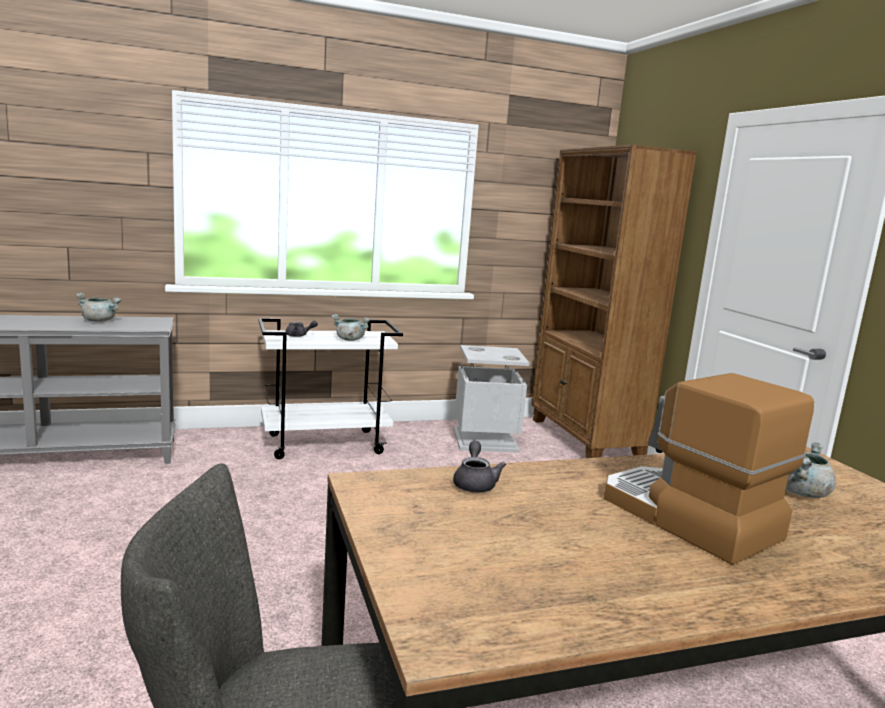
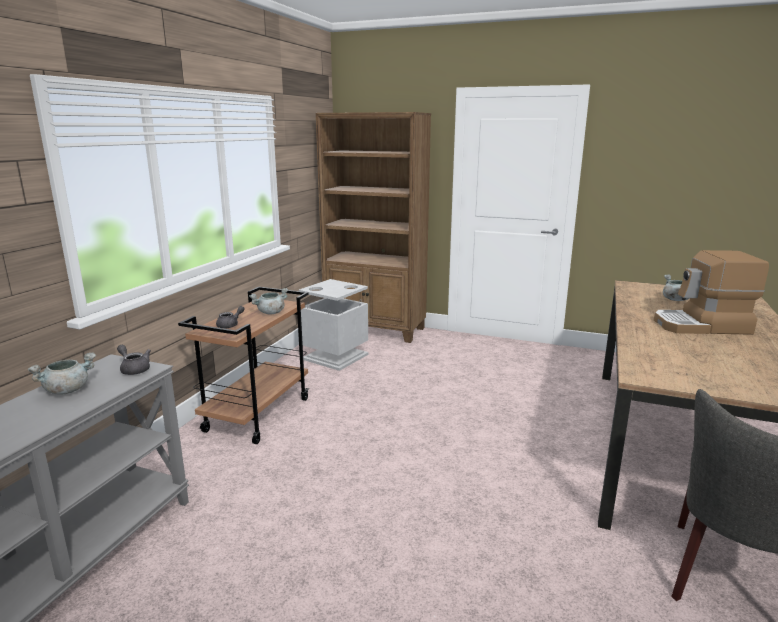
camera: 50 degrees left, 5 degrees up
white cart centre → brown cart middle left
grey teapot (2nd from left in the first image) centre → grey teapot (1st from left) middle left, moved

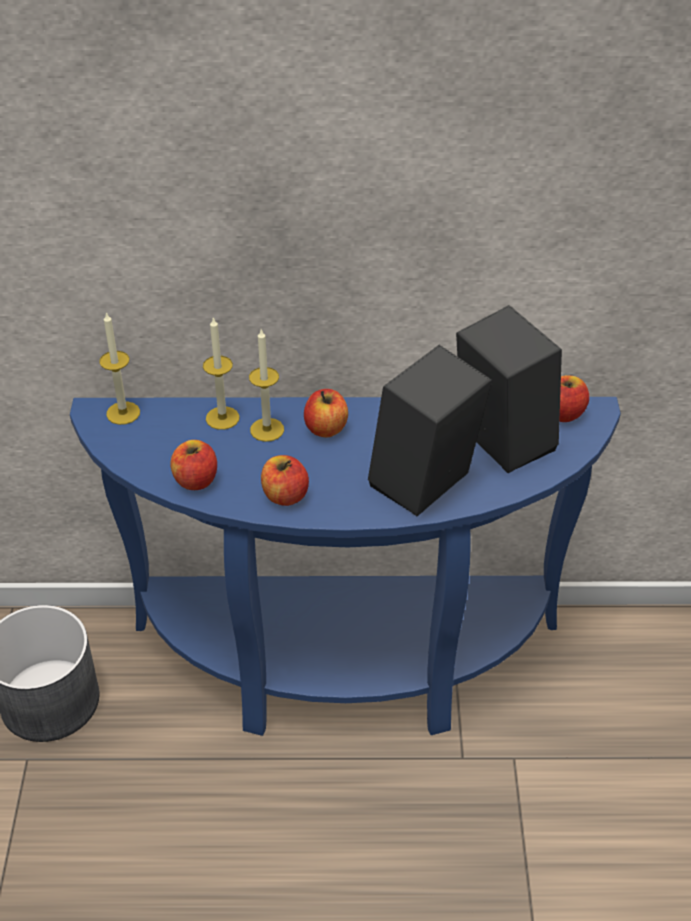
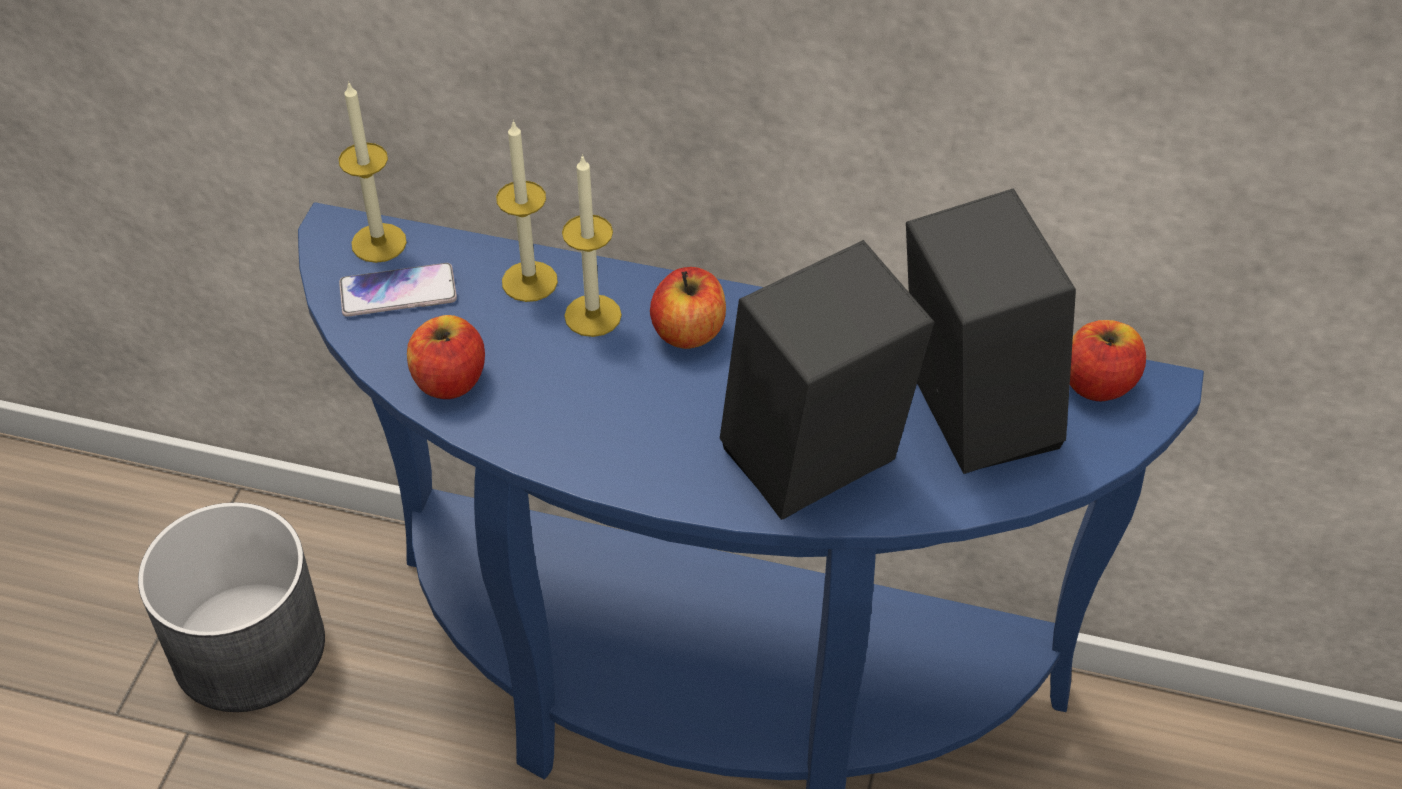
camera: 15 degrees right, 5 degrees up
apple (2nd from left) centre → -
- → phone middle left

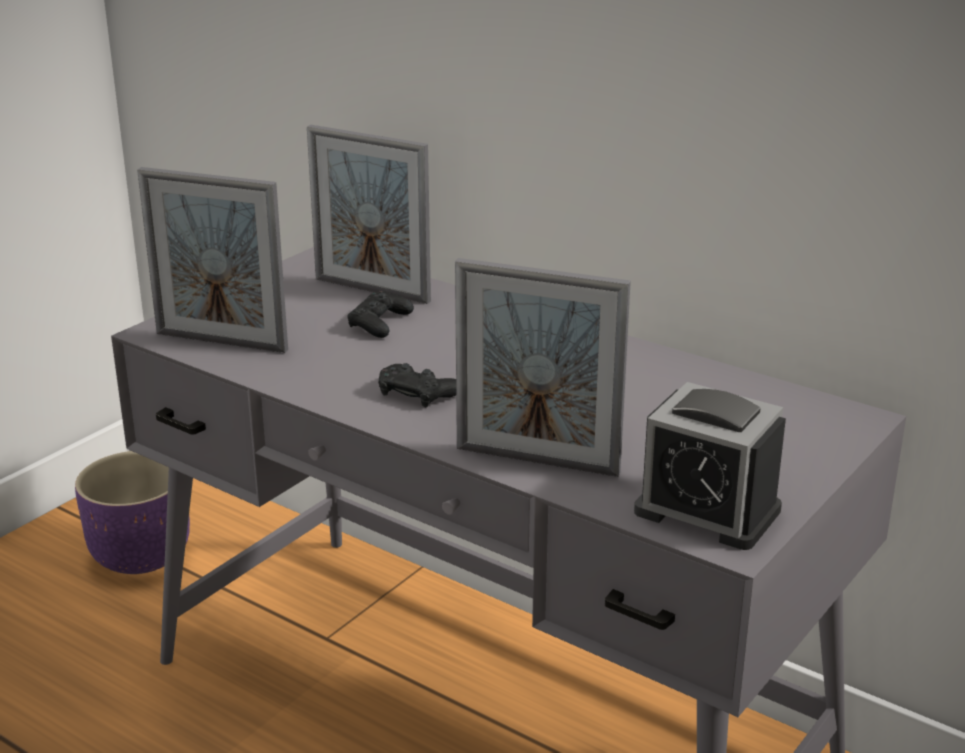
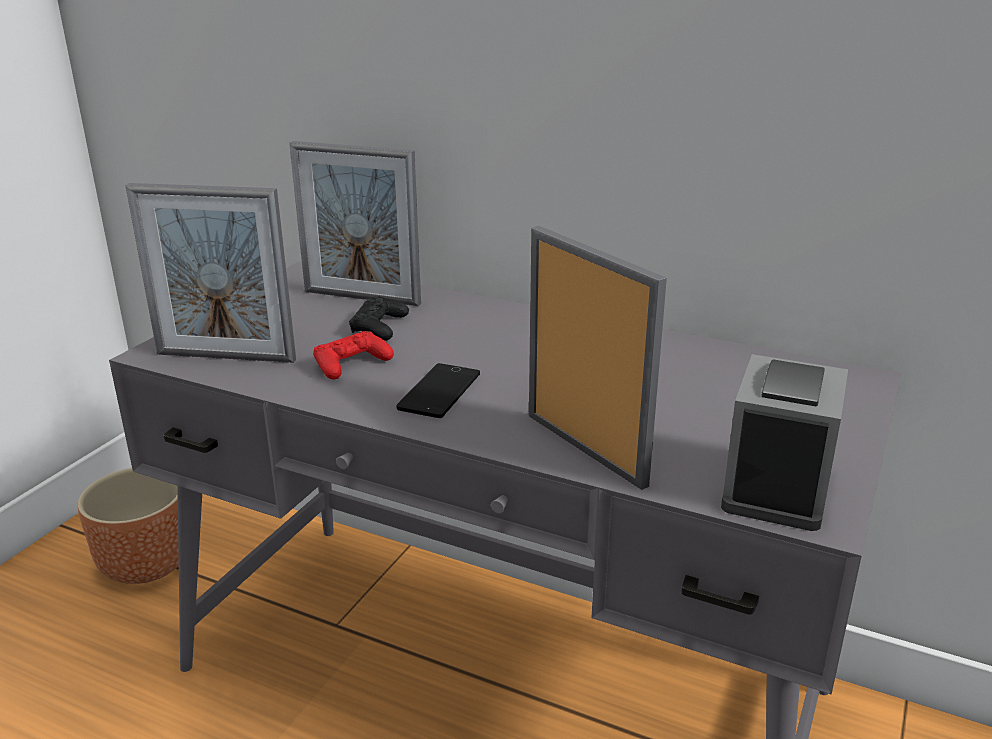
camera: 10 degrees left, 0 degrees up
purple planter bottom left → brown planter bottom left
black game controller (2nd from left) centre → phone centre
picture frame (3rd from left) centre, 135 degrees counterclockwise
alarm clock middle right, 90 degrees clockwise
- → red game controller centre

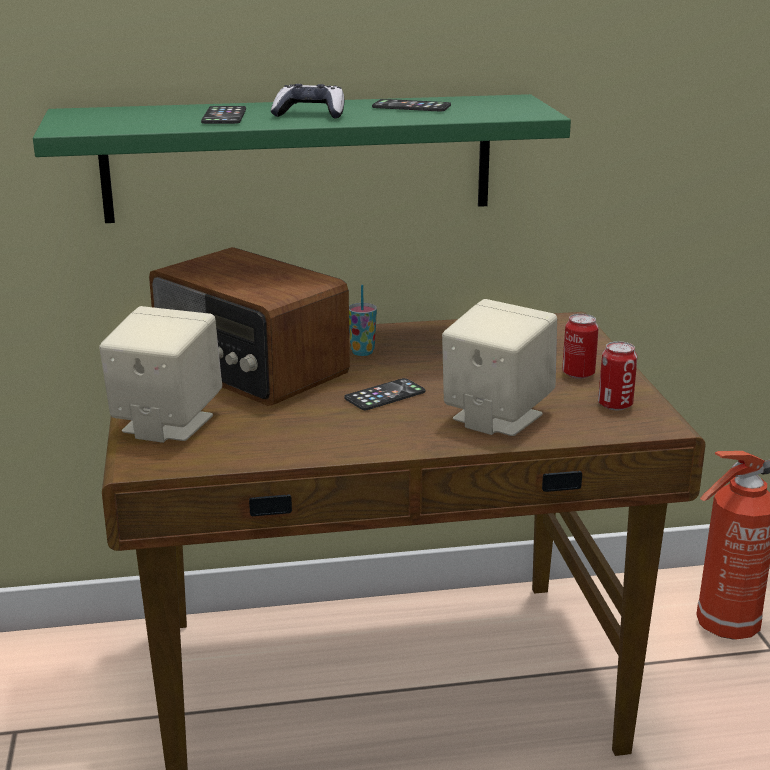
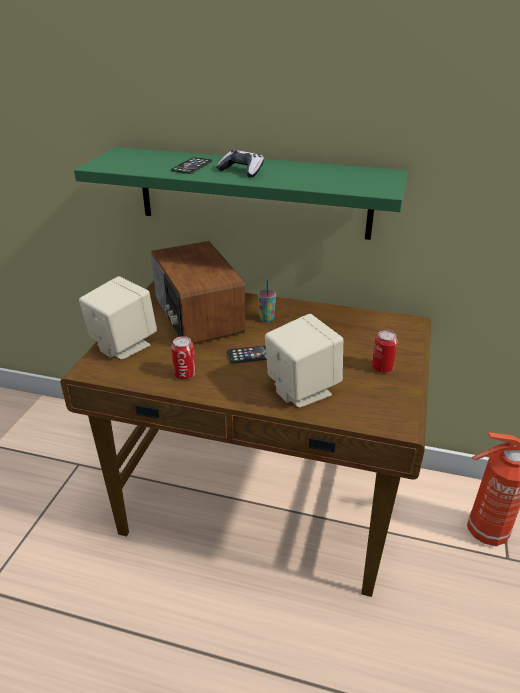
camera: 25 degrees right, 10 degrees up
phone (3rd from left) top centre → -
can (2nd from left in the first image) middle right → can (1st from left) centre, moved

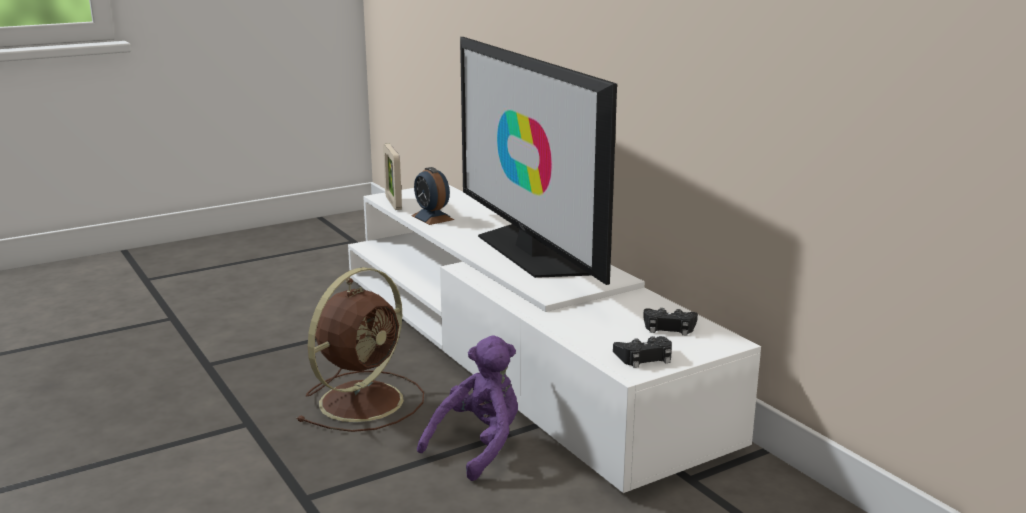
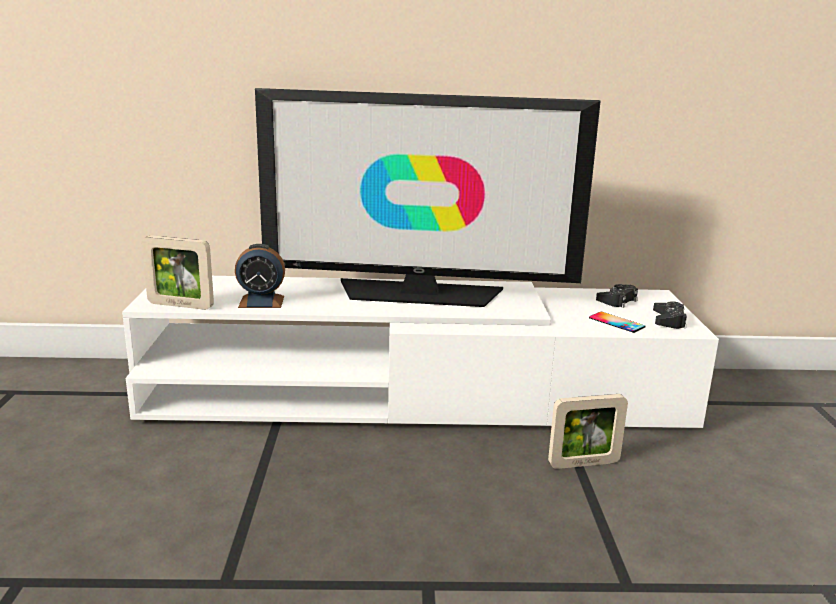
camera: 60 degrees left, 0 degrees up
brown fan bottom centre → -
purple plush toy bottom centre → picture frame (2nd from left) bottom right
- → phone middle right

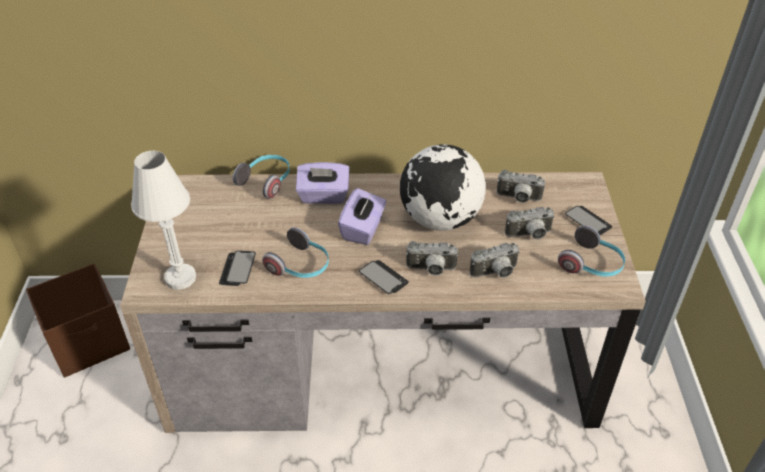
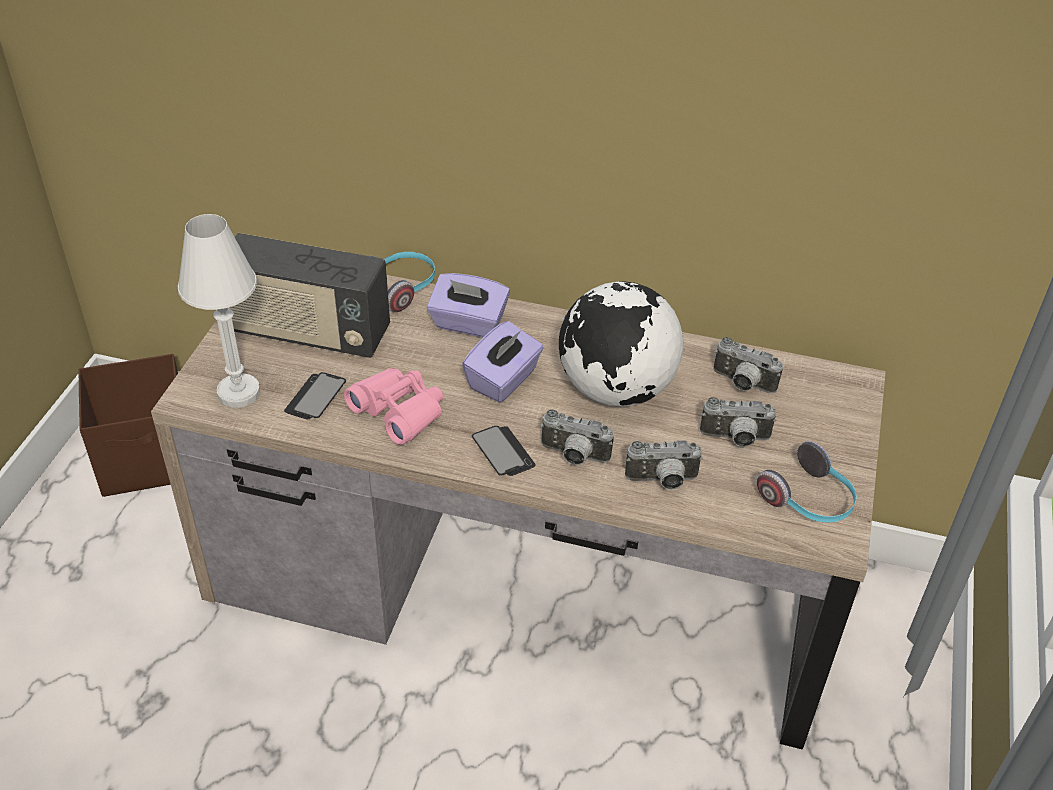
camera: 15 degrees right, 0 degrees up
headphones (2nd from left) centre → pink binoculars centre
phone (3rd from left) middle right → -
- → radio middle left

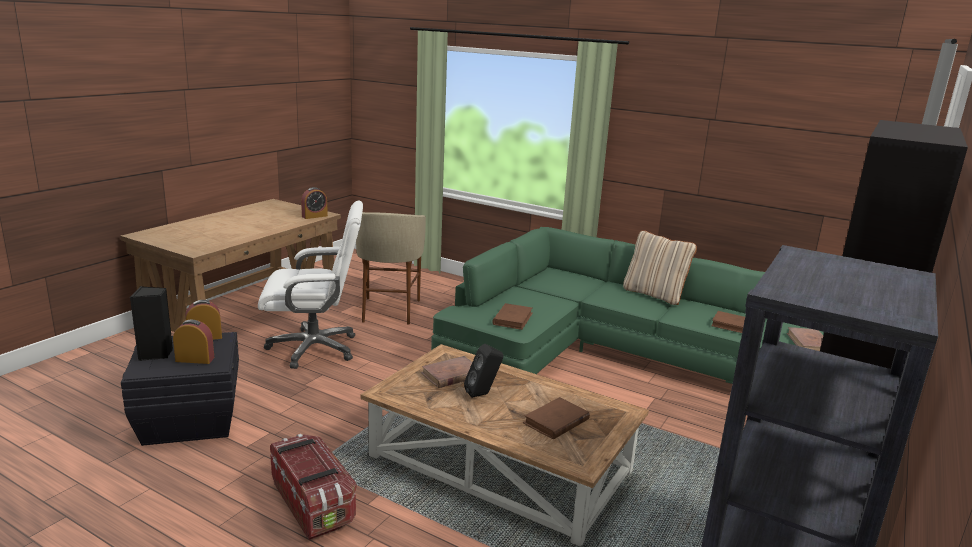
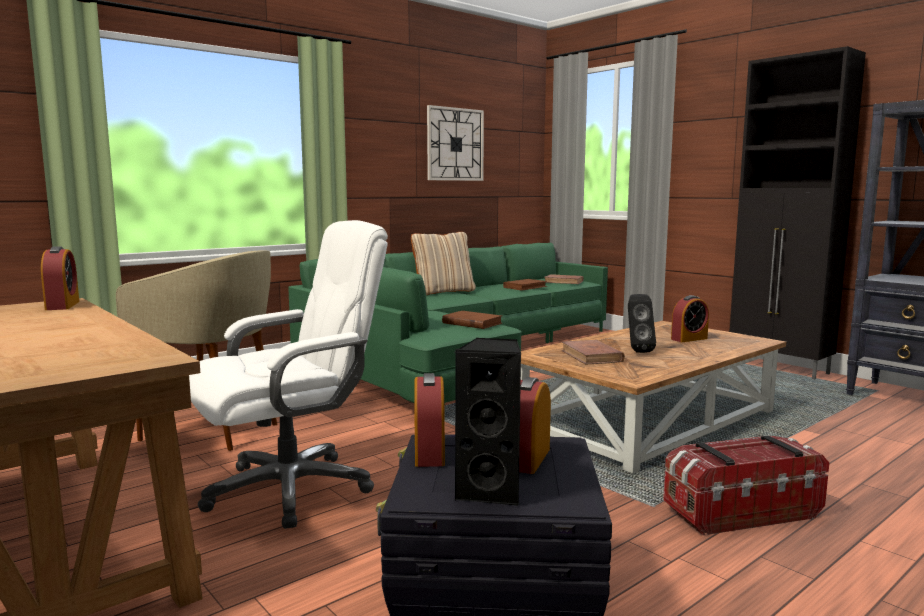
camera: 70 degrees left, 10 degrees down
white office chair middle left, 45 degrees clockwise
brown book (3rd from left) bottom centre → alarm clock (4th from left) middle right
- → wall clock top centre

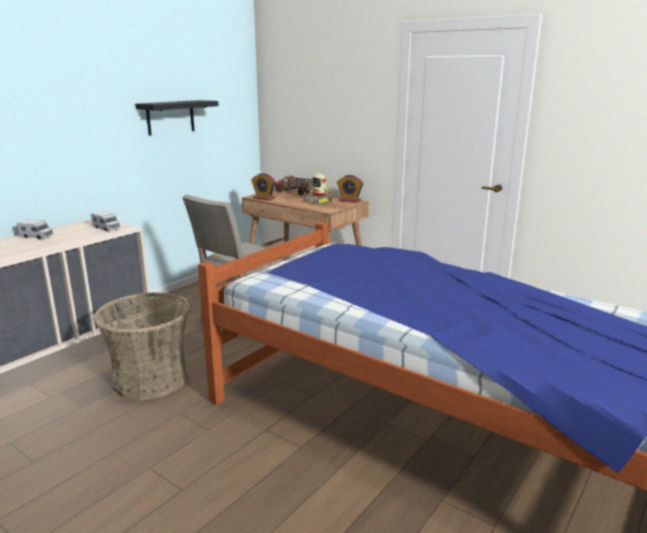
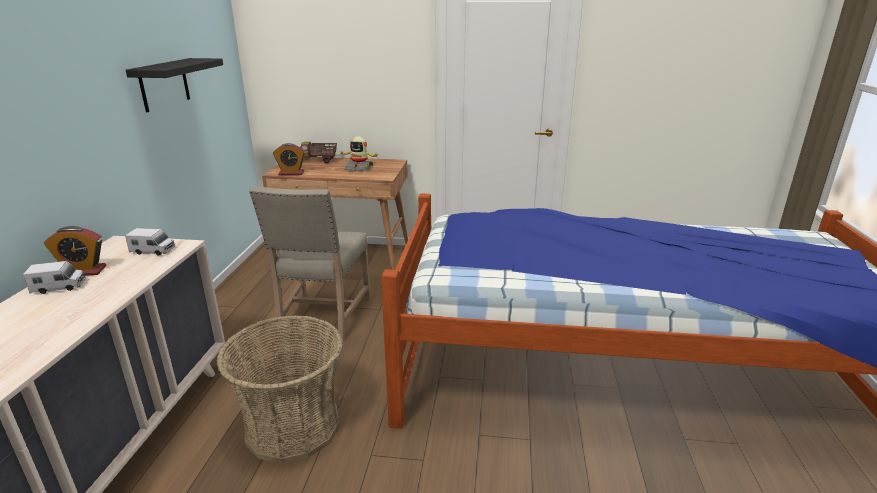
camera: 30 degrees left, 5 degrees up
alarm clock (2nd from left in the first image) centre → alarm clock (1st from left) middle left, moved

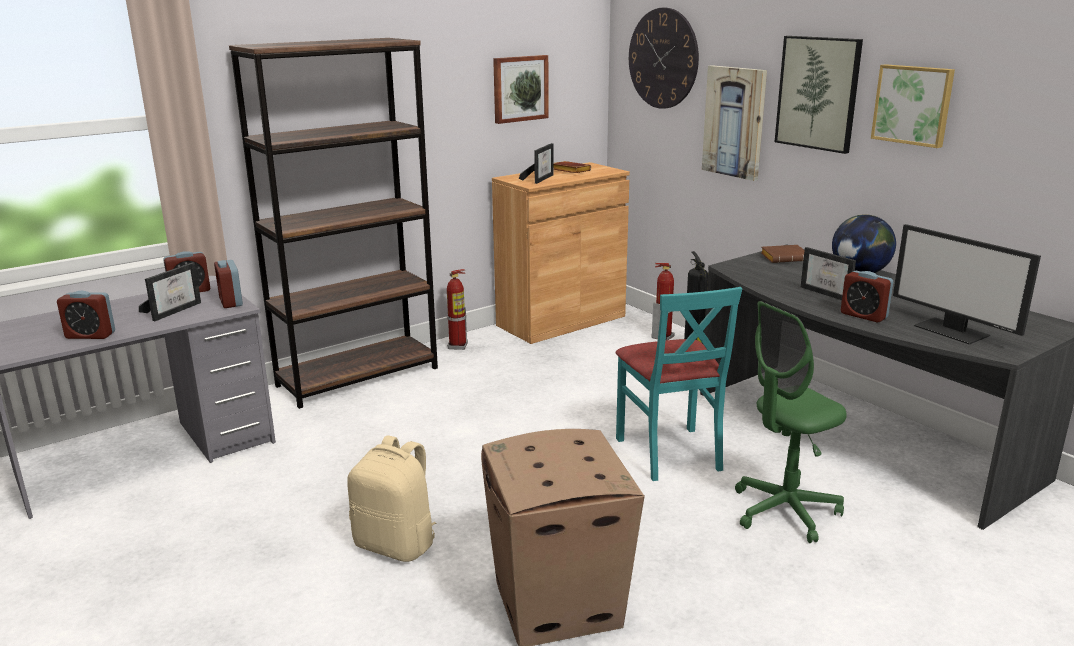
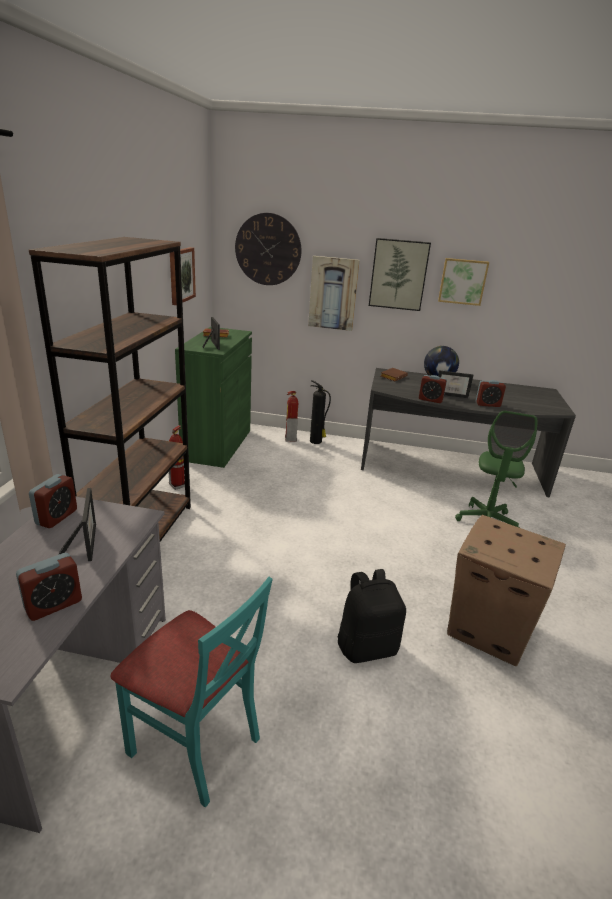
camera: 45 degrees left, 5 degrees up
alarm clock (3rd from left) middle left → alarm clock (3rd from left) middle right, moved
beige backpack bottom centre → black backpack bottom centre
brown cabinet centre → green cabinet centre
turquoise chair centre → turquoise chair bottom left, moved
monitor middle right → -

